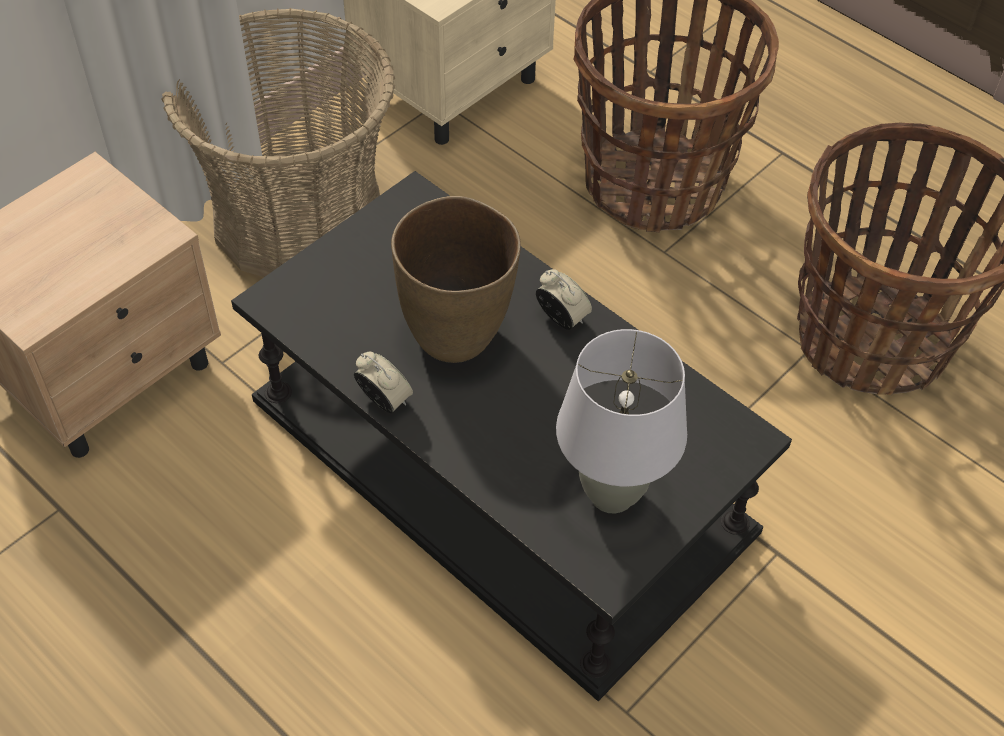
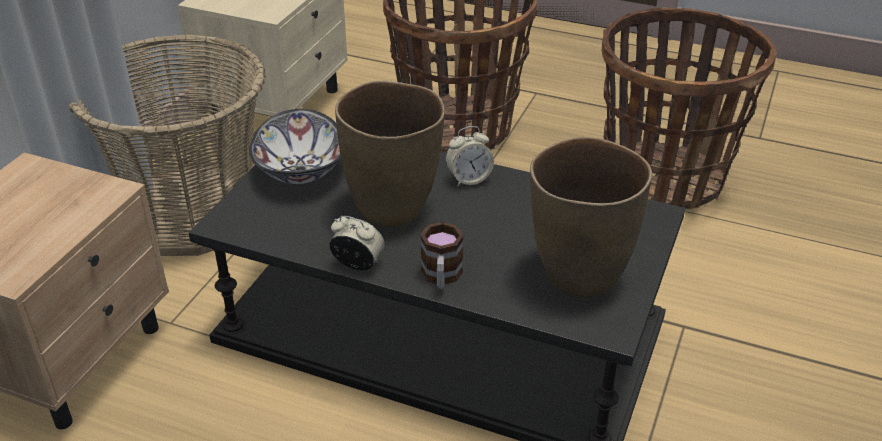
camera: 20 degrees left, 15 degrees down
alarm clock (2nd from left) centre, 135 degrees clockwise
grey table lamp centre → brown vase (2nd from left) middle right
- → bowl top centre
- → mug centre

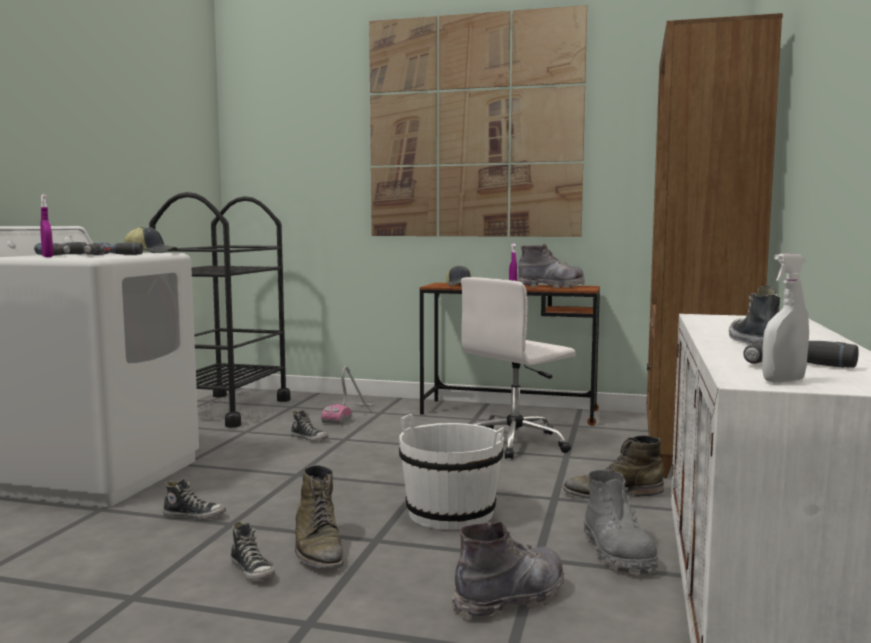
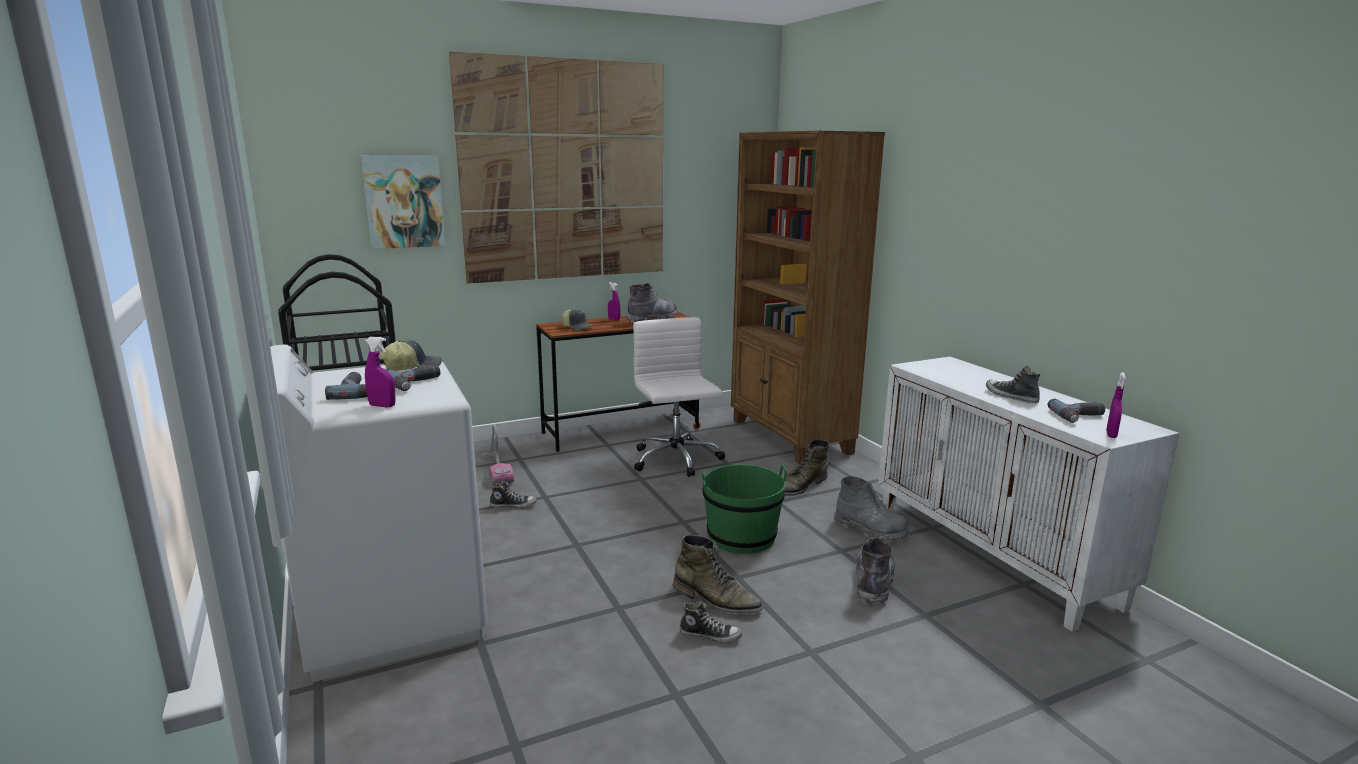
camera: 40 degrees left, 10 degrees up
shoe (1st from left) bottom left → -
white bucket bottom centre → green bucket centre
white office chair centre, 150 degrees clockwise
white spray bottle middle right → purple spray bottle (3rd from left) middle right
- → picture (1st from left) top left

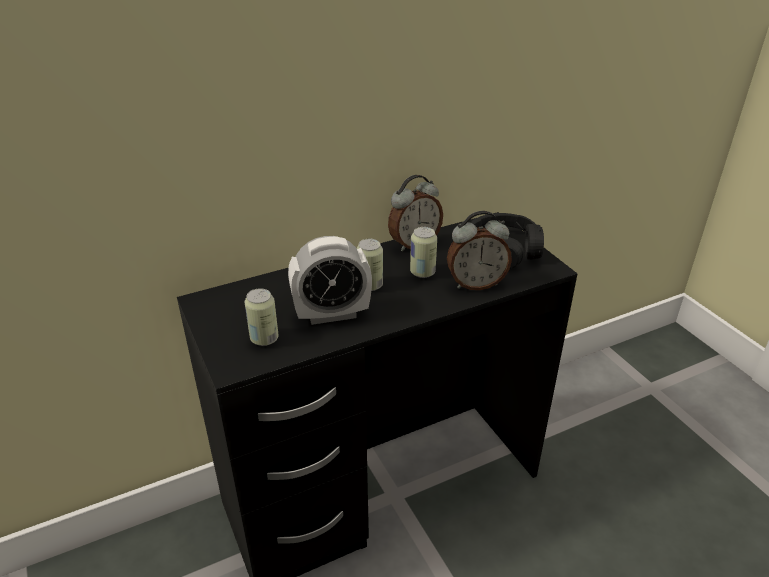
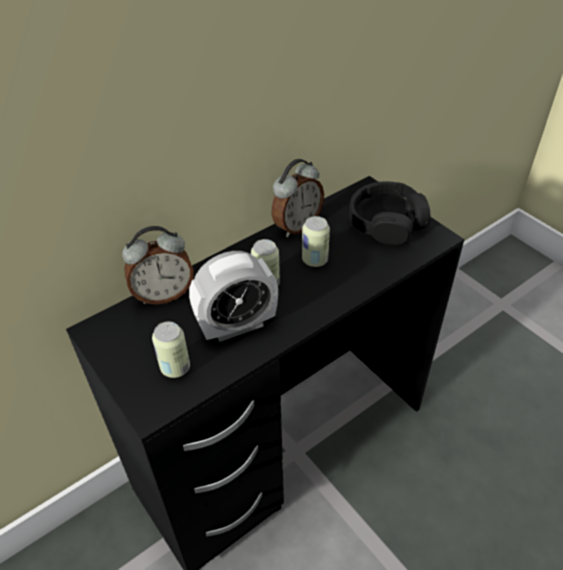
camera: 10 degrees left, 10 degrees up
alarm clock (3rd from left in the first image) centre → alarm clock (1st from left) middle left, moved

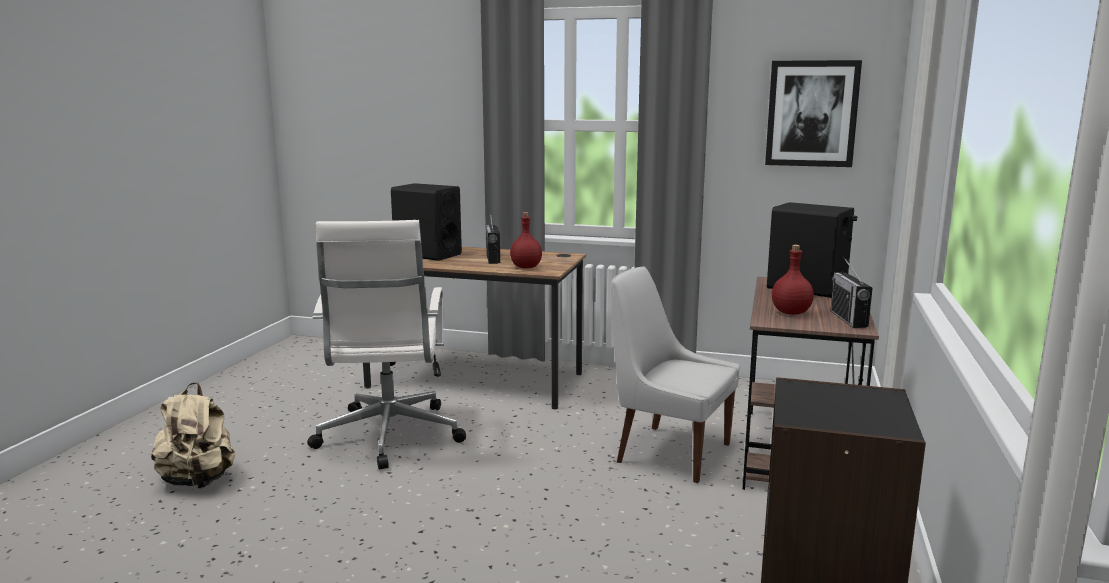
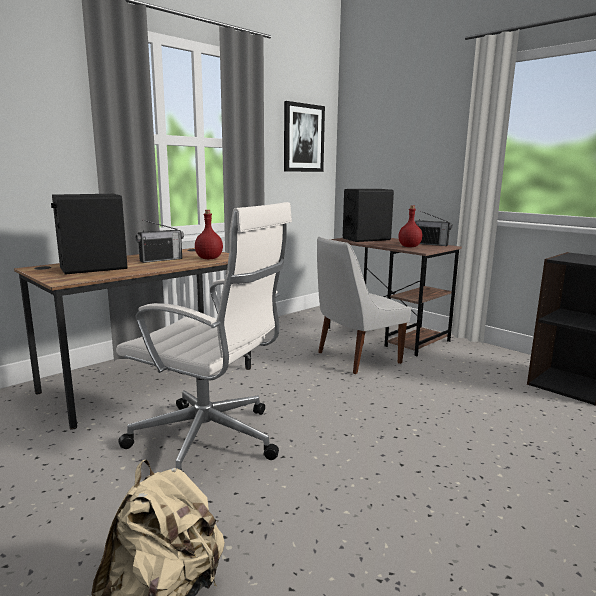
camera: 60 degrees left, 0 degrees up
radio (1st from left) centre → radio (1st from left) middle left, 60 degrees counterclockwise

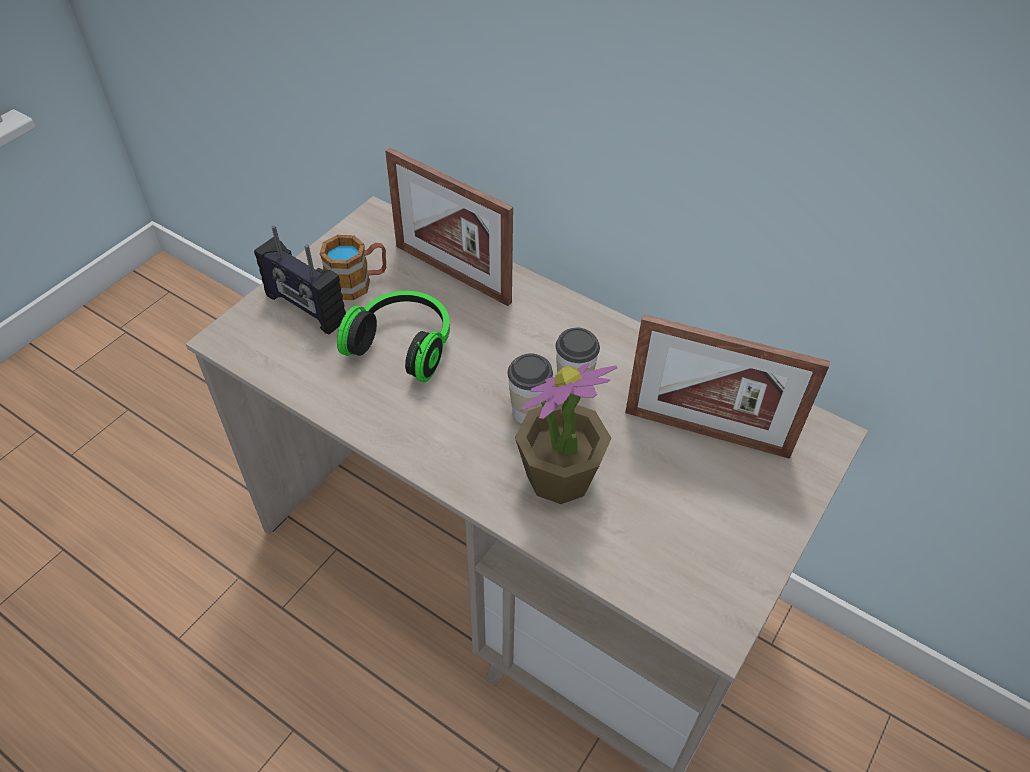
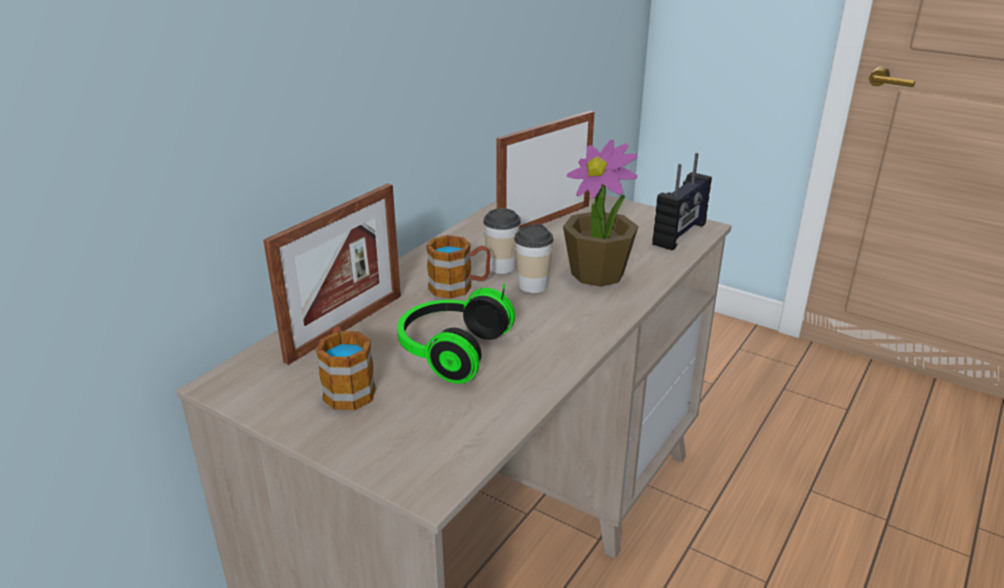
camera: 90 degrees left, 20 degrees down
radio middle left → radio middle right, moved
picture frame (2nd from left) middle right → picture frame (2nd from left) top centre, 150 degrees counterclockwise
- → mug (2nd from left) centre

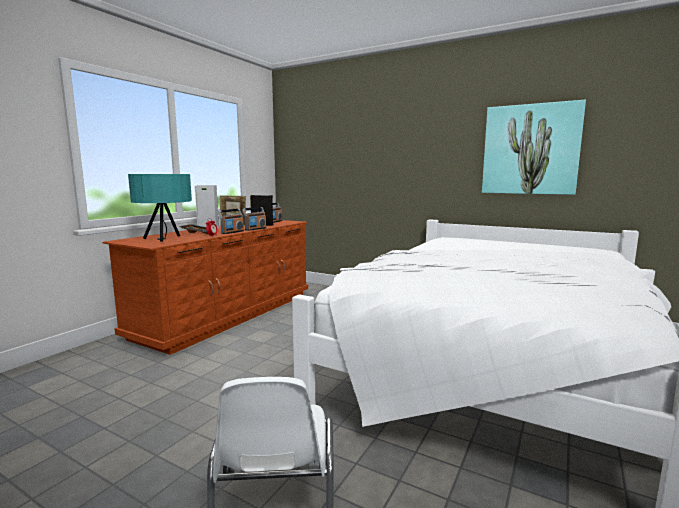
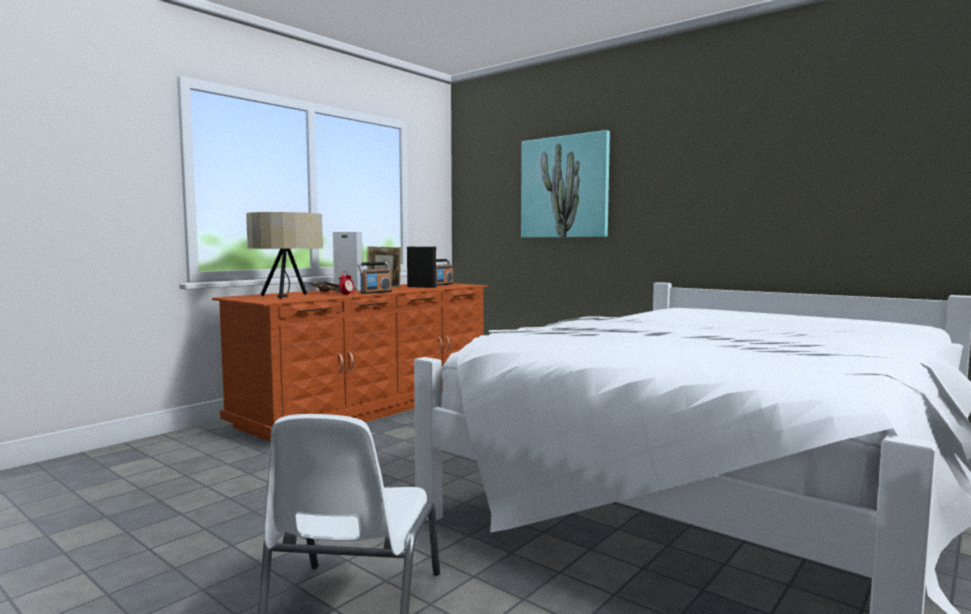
camera: 10 degrees right, 5 degrees down
turquoise table lamp middle left → beige table lamp middle left
radio (2nd from left) centre → -
picture top right → picture top centre, moved

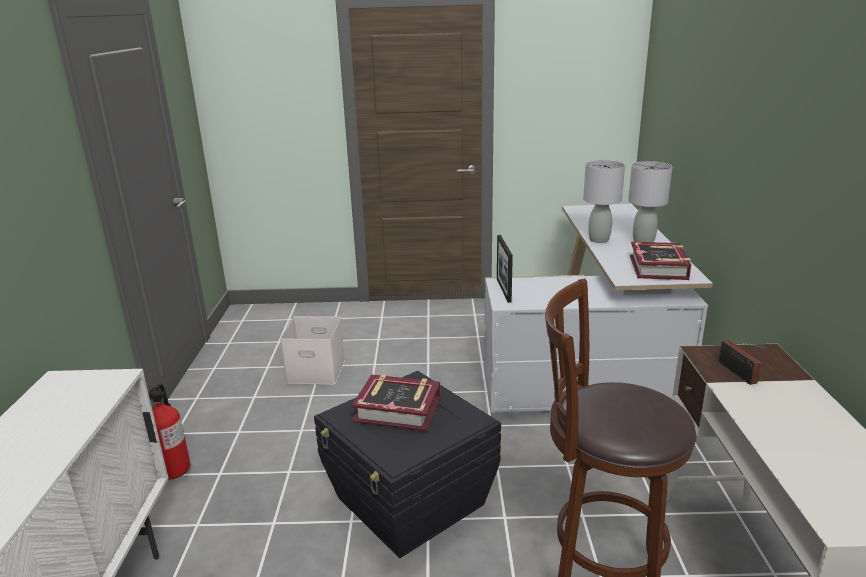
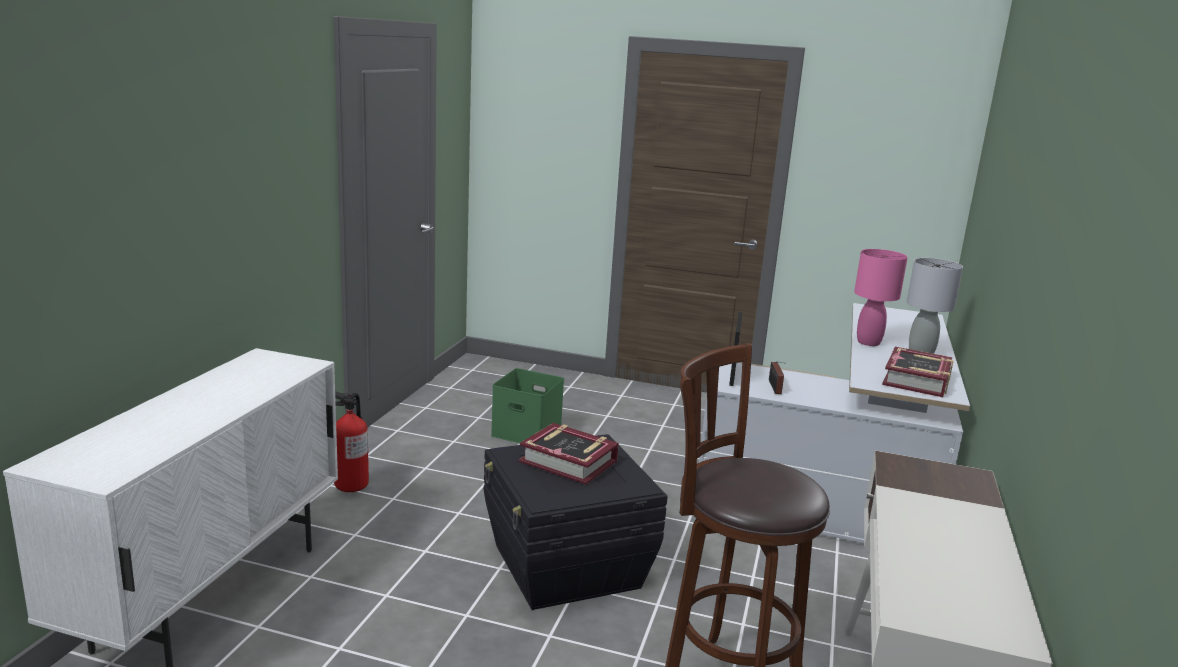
camera: 15 degrees right, 5 degrees down
white storage box centre → green storage box centre
grey table lamp (1st from left) middle right → pink table lamp middle right
radio middle right → radio centre, moved

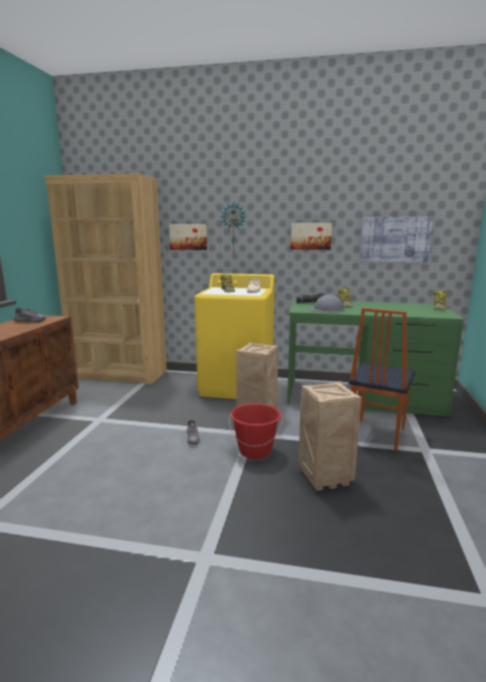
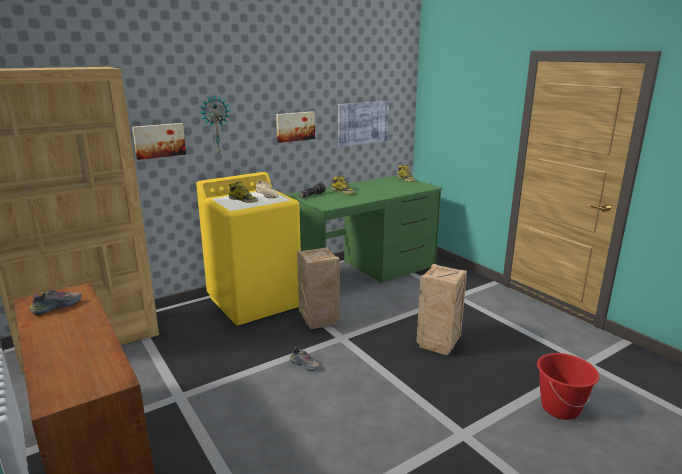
camera: 45 degrees left, 5 degrees up
red bucket centre → red bucket bottom right, moved
grey hard hat middle right → -
chair middle right → -

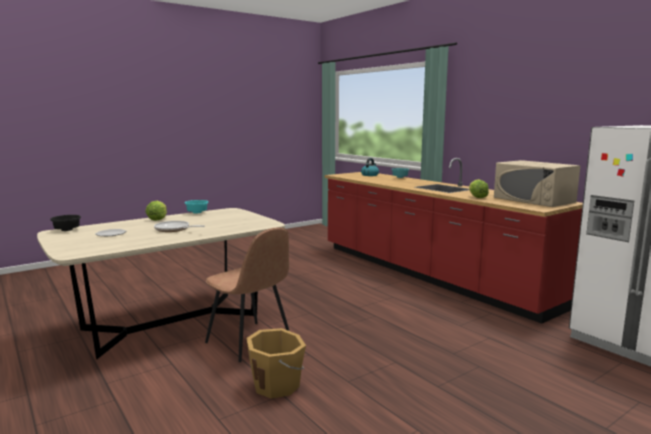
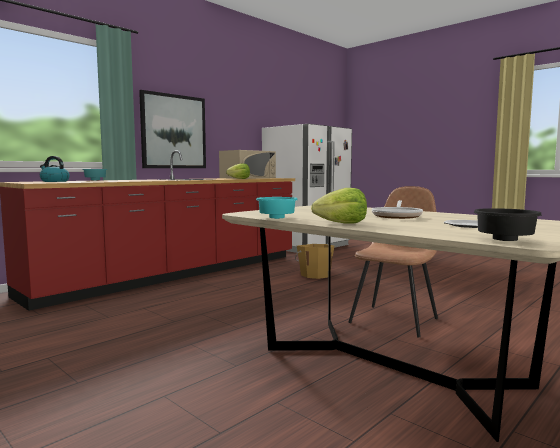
camera: 100 degrees left, 5 degrees down
orange bucket bottom centre → orange bucket centre, moved
- → picture top left

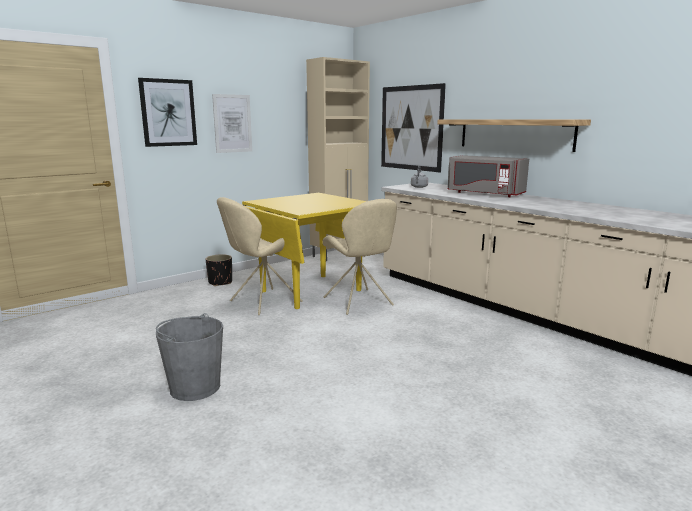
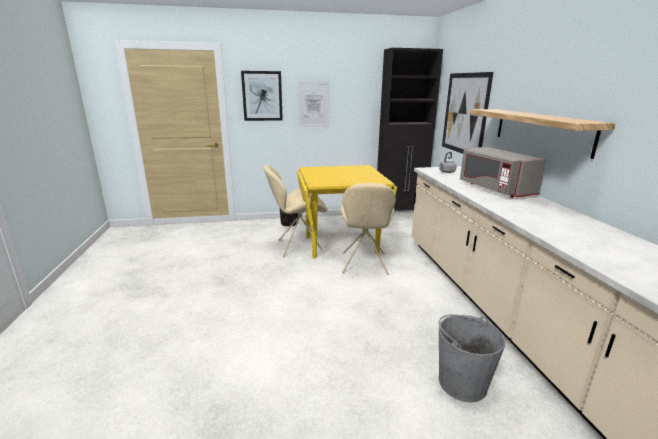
camera: 30 degrees right, 5 degrees up
grey bucket bottom left → grey bucket bottom right, moved
beige cabinet top centre → black cabinet top centre

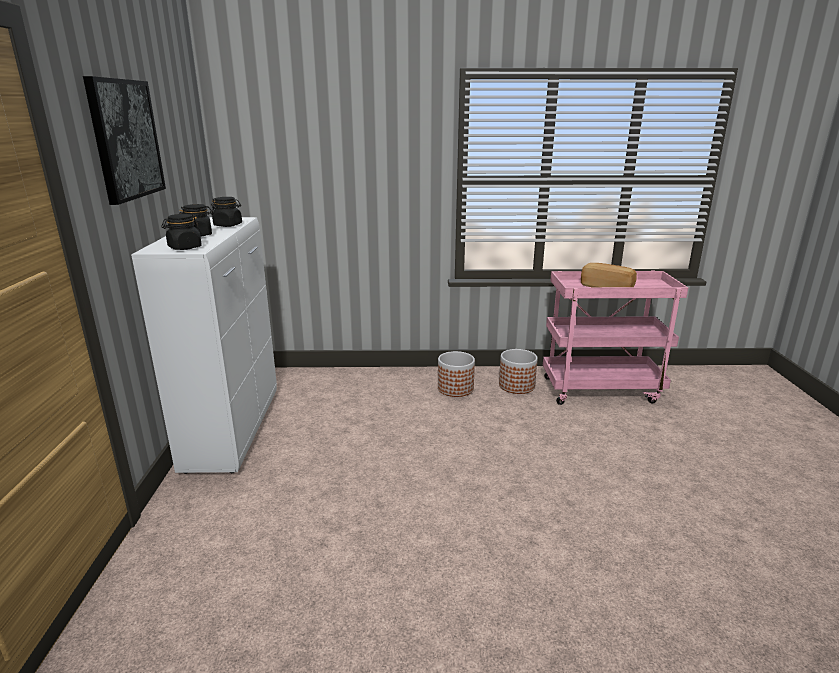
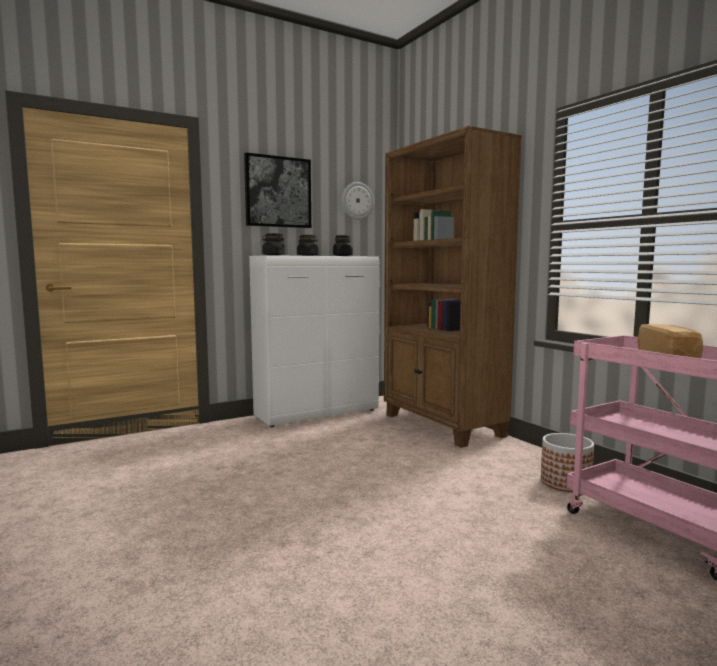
camera: 60 degrees right, 15 degrees down
planter (1st from left) centre → -
- → wall clock top centre
- → brown bookcase centre

